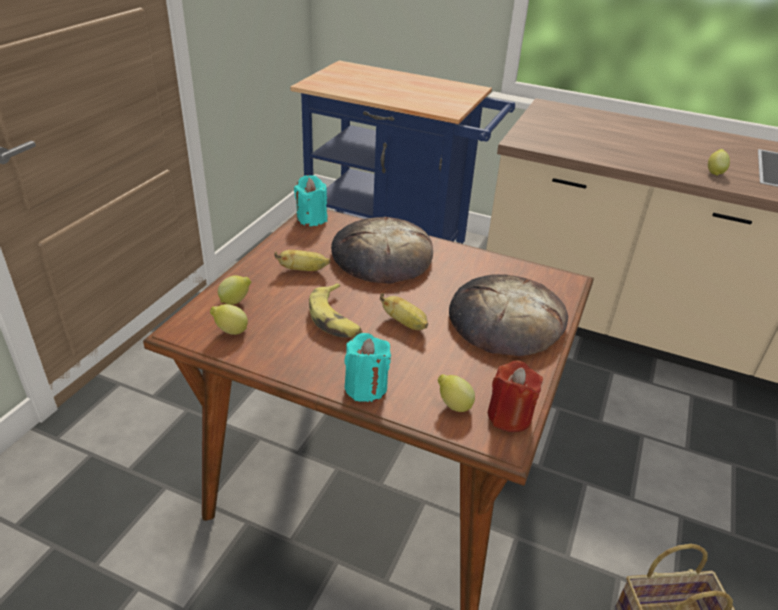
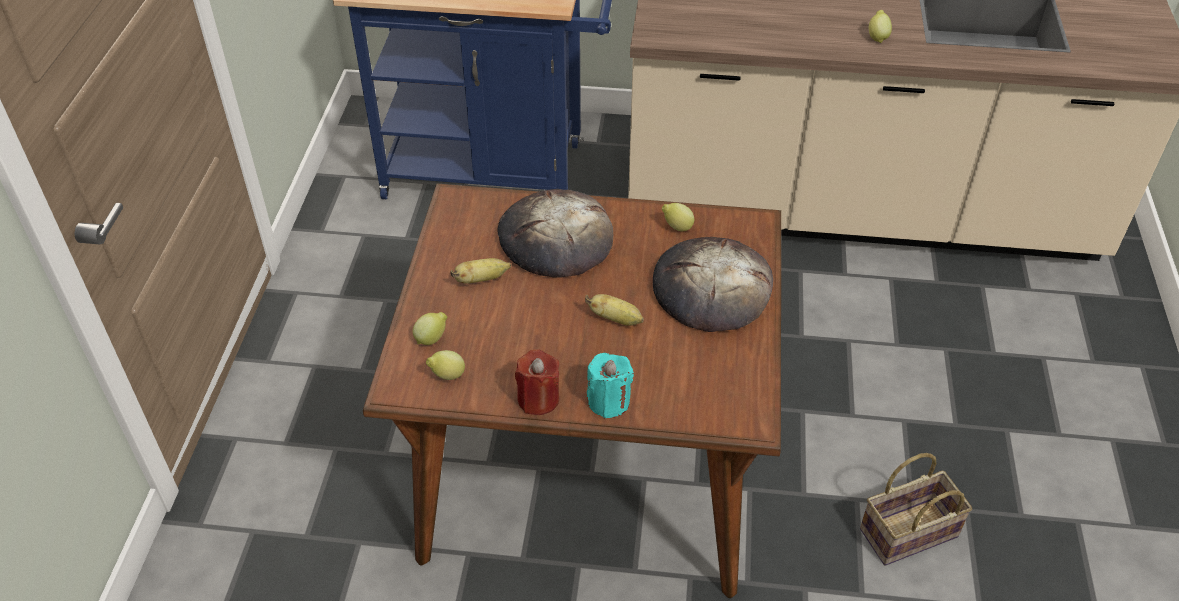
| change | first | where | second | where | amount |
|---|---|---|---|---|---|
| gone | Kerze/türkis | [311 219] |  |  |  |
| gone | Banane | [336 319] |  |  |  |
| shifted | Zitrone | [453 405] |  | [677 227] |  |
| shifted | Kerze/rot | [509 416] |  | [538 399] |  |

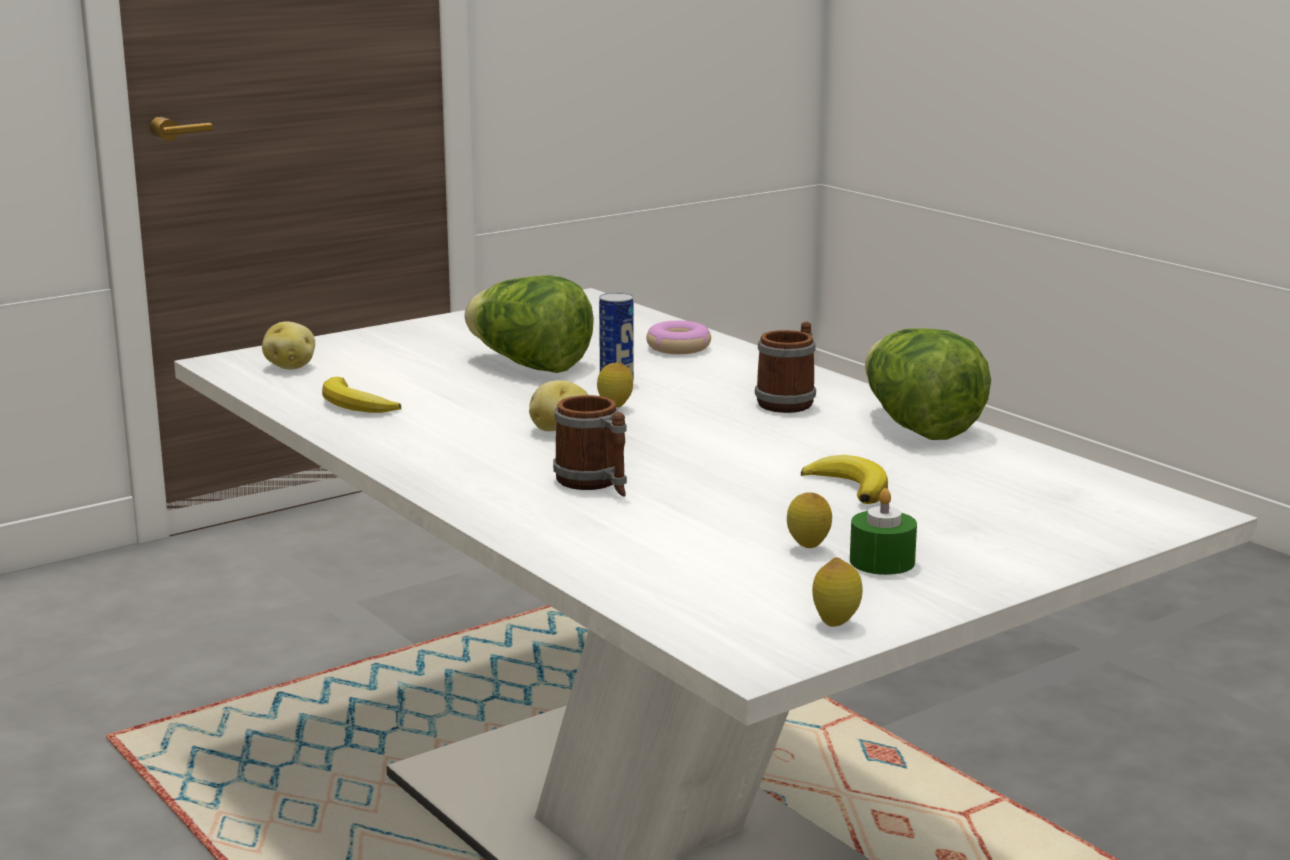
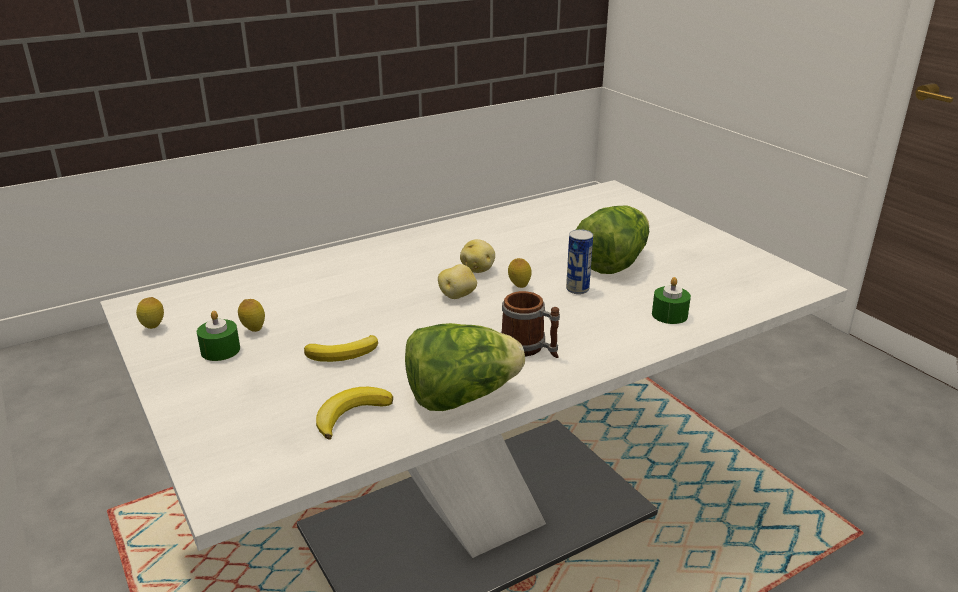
| change | first | where | second | where | amount |
|---|---|---|---|---|---|
| gone | Henkelbecher | [595 484] |  |  |  |
| shifted | Kartoffel | [290 366] |  | [458 296] |  |
| shifted | Banane | [355 405] |  | [351 414] |  |
| swapped | Donut | [678 347] | Kerze/grün | [669 315] |  |

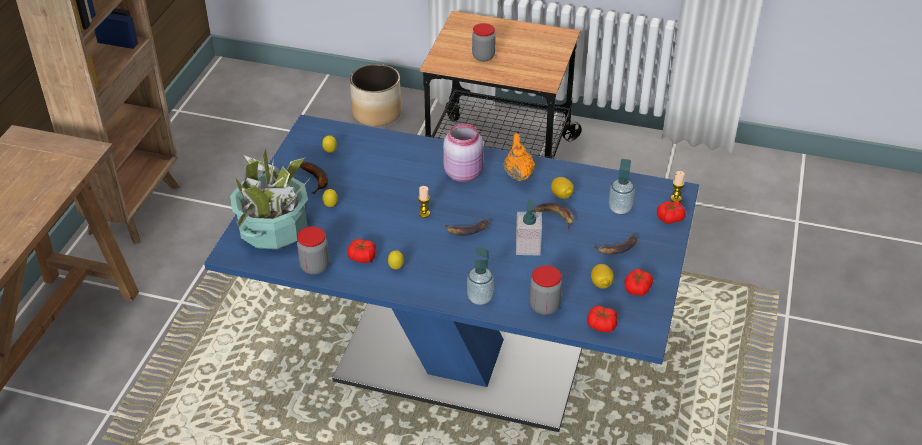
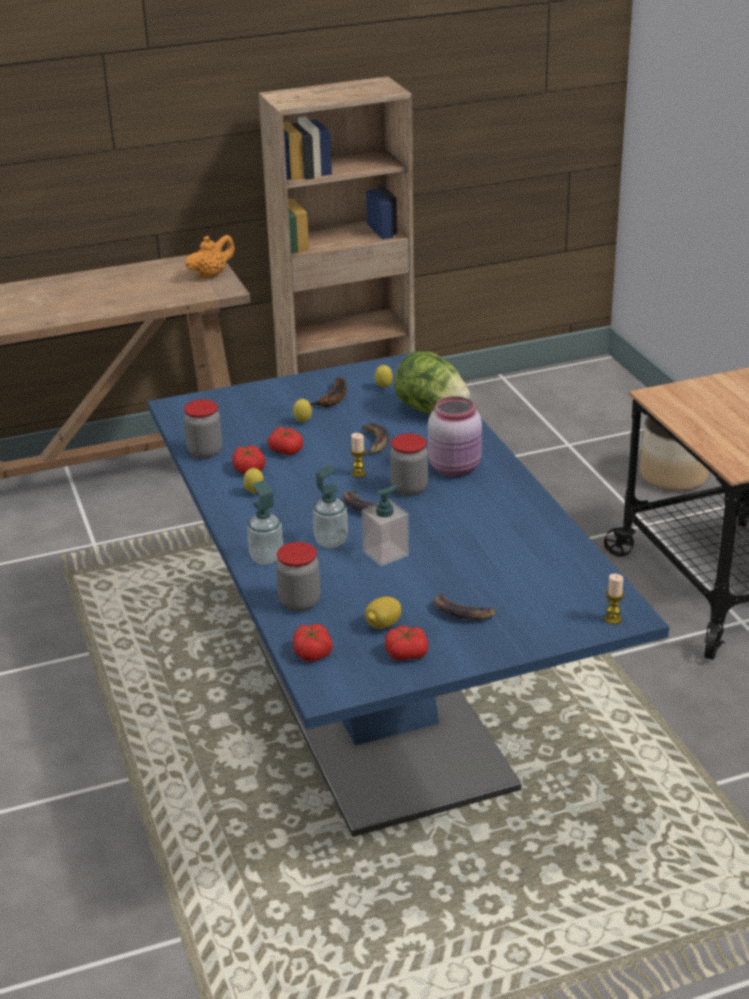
| change | first | where | second | where | amount |
|---|---|---|---|---|---|
| gone | Topfpflanze | [273 230] |  |  |  |
| gone | Zitrone | [561 195] |  |  |  |
| new |  |  | Salatkopf | [430 411] |  |
| shifted | Vorratsglas | [483 56] |  | [409 488] |  |
| shifted | Teekanne/orange | [518 174] |  | [211 275] |  |
| shifted | Banane | [554 217] |  | [373 443] |  |
| shifted | Seifenspender | [620 208] |  | [331 541] |  |
| shifted | Tomate | [670 218] |  | [286 450] |  |

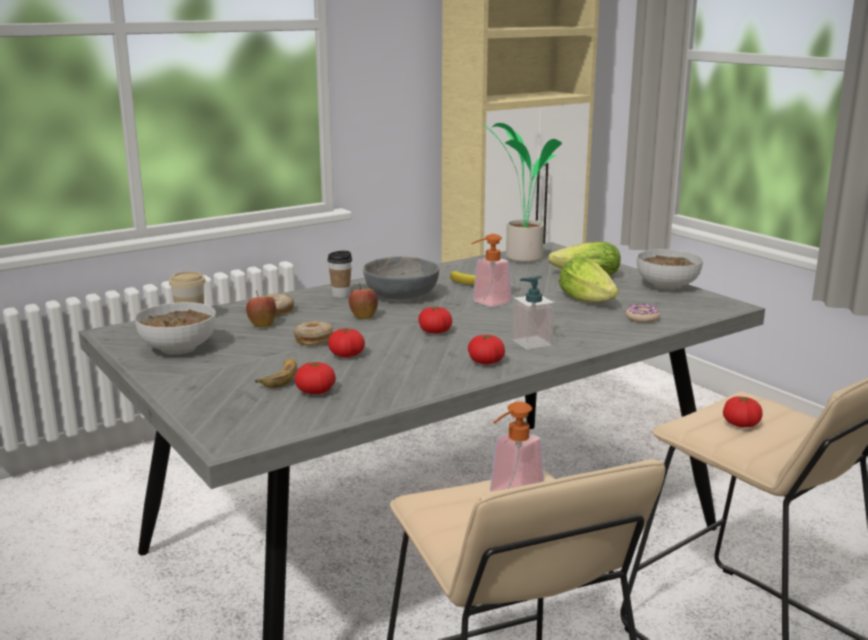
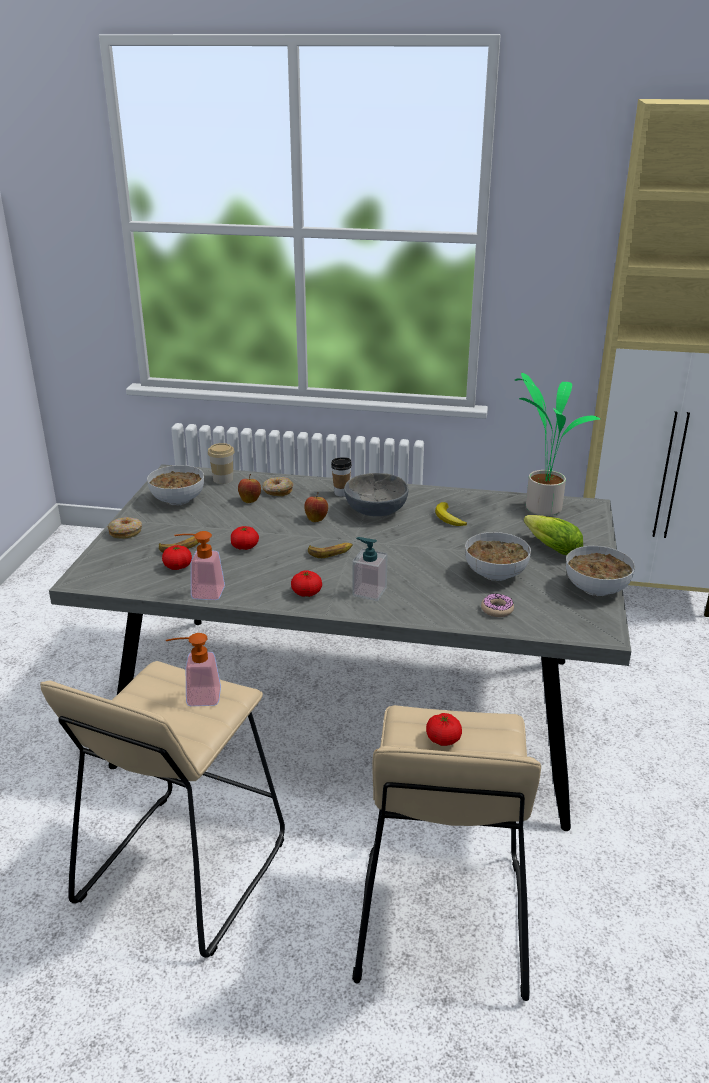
| change | first | where | second | where | amount |
|---|---|---|---|---|---|
| shifted | Donut | [313 340] |  | [126 532] |  |
| shifted | Seifenspender | [487 303] |  | [201 592] |  |
| swapped | Tomate | [435 332] | Banane | [330 552] |  |
| swapped | Salatkopf | [589 300] | Schüssel | [496 573] |  |

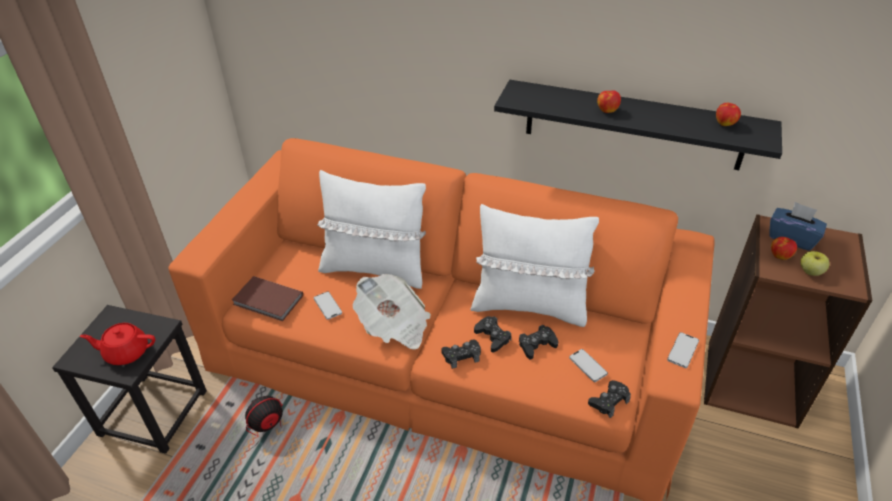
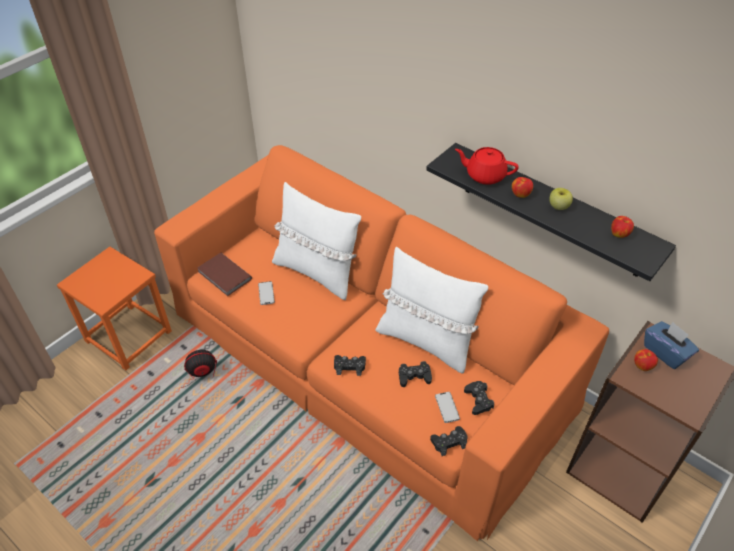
| change | first | where | second | where | amount |
|---|---|---|---|---|---|
| gone | Zeitung | [394 325] |  |  |  |
| gone | Handy | [682 350] |  |  |  |
| shifted | Teekanne/rot | [126 352] |  | [484 175] |  |
| shifted | Gamepad/schwarz | [492 337] |  | [478 400] |  |
| shifted | Apfel | [810 272] |  | [558 206] |  |
| repainted | Hocker/schwarz | [152 413] | Hocker/orange | [128 336] |  |

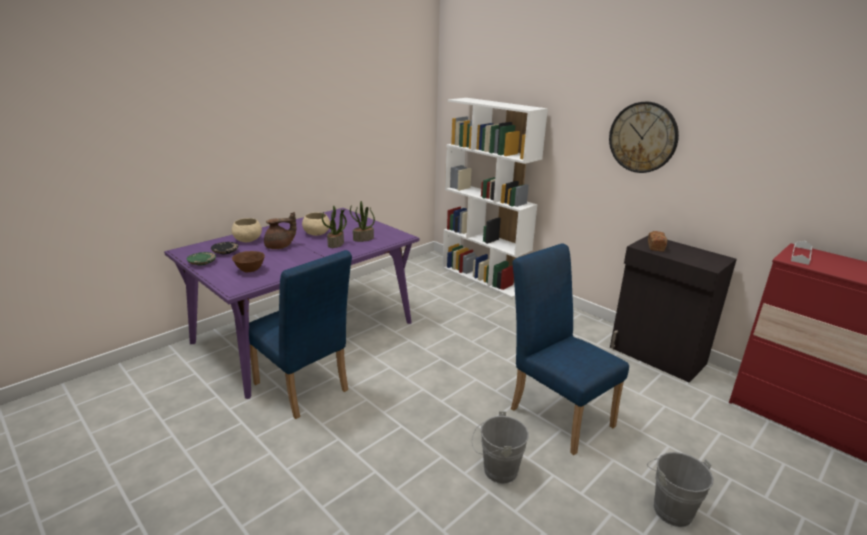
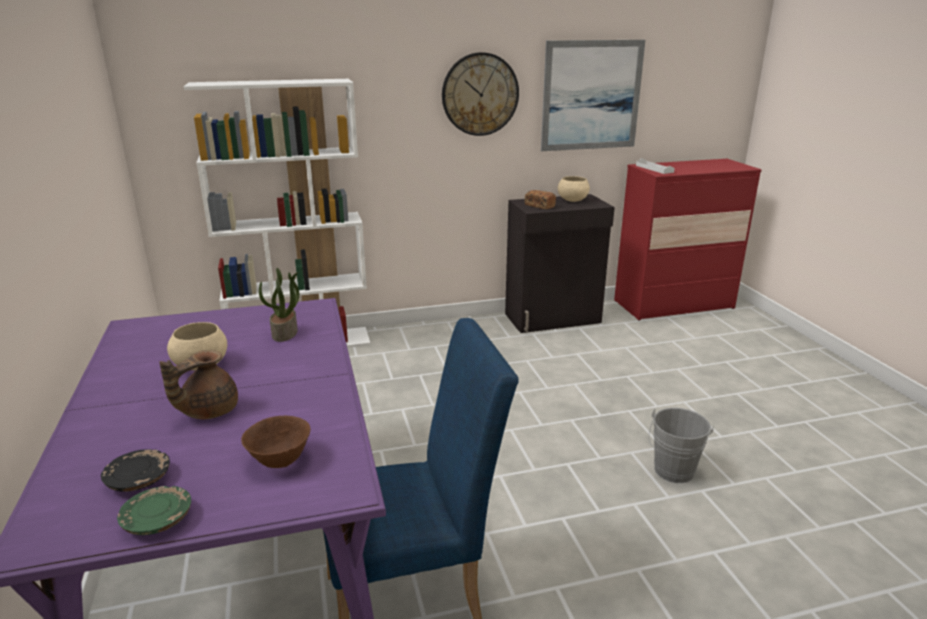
| change | first | where | second | where | amount |
|---|---|---|---|---|---|
| gone | Topfpflanze | [336 244] |  |  |  |
| gone | Stuhl/blau | [556 412] |  |  |  |
| gone | Eimer/grau | [669 508] |  |  |  |
| new |  |  | Bild | [591 95] |  |
| shifted | Schüssel/beige | [247 240] |  | [572 200] |  |
| rotated | Teekanne/braun | [280 247] |  | [207 411] | 150 degrees counterclockwise |

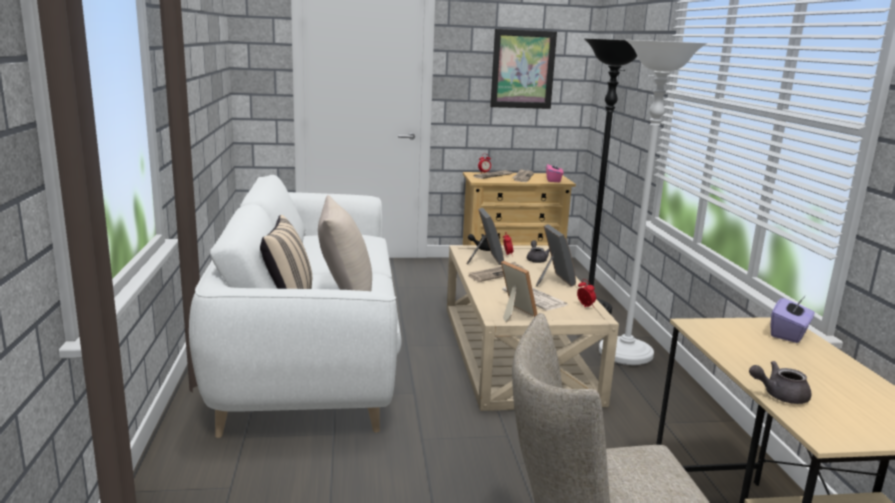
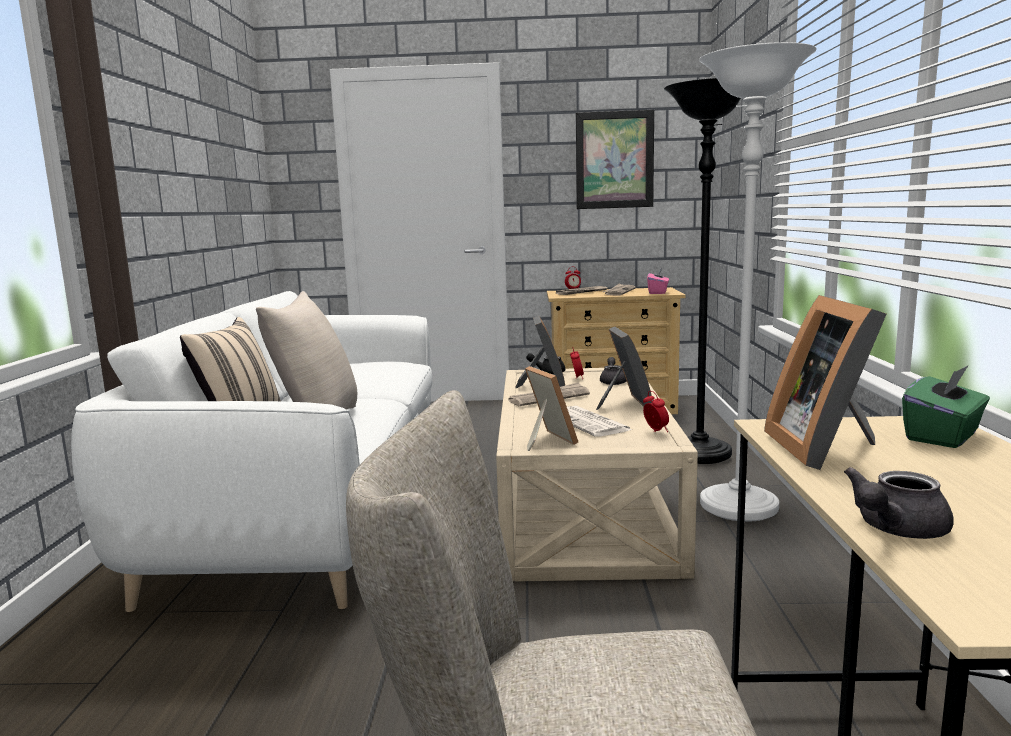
| change | first | where | second | where | amount |
|---|---|---|---|---|---|
| new |  |  | Bilderrahmen | [827 448] |  |
| repainted | Taschentuchbox/lila | [789 334] | Taschentuchbox/grün | [943 436] |  |
| rotated | Teekanne/grau | [779 395] |  | [894 529] | 45 degrees counterclockwise |

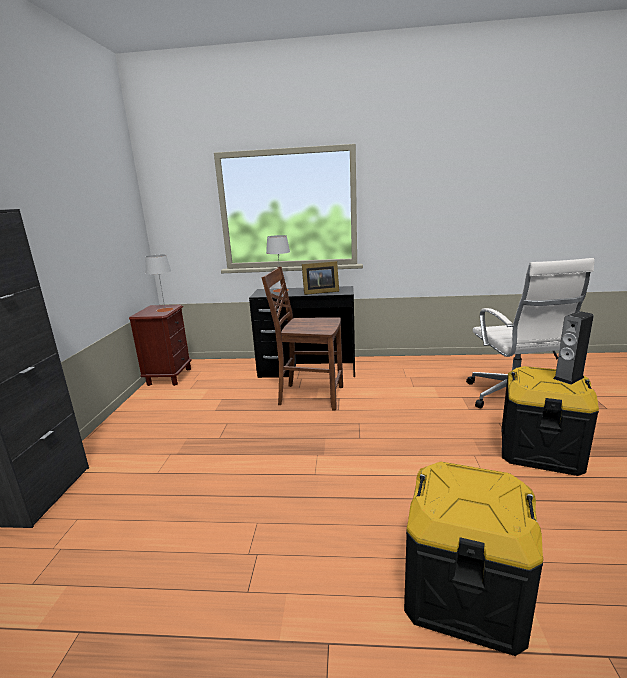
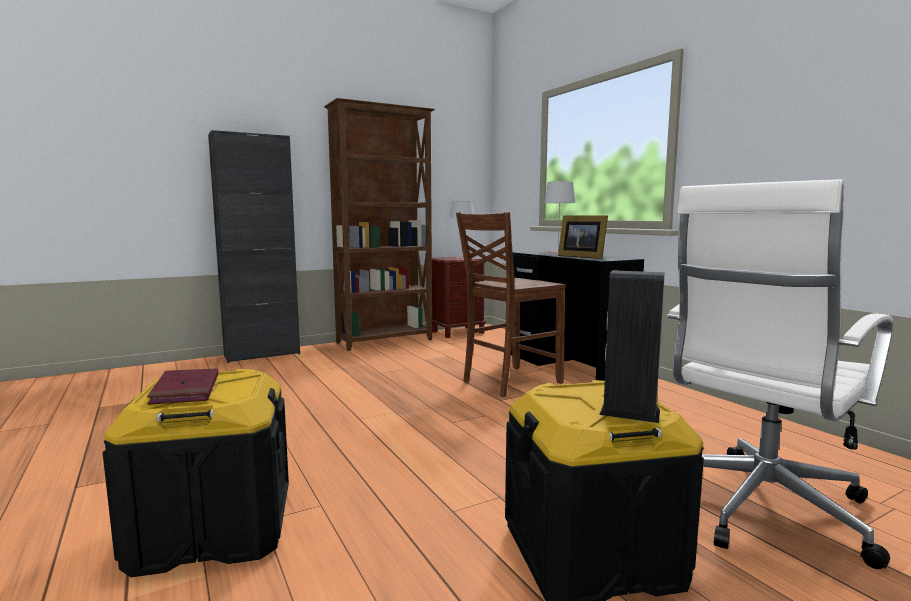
| change | first | where | second | where | amount |
|---|---|---|---|---|---|
| new |  |  | Buch/rot | [186 390] |  |
| new |  |  | Bücherregal/braun | [386 341] |  |
| rotated | Stuhl/braun | [309 396] |  | [509 382] | 105 degrees counterclockwise |

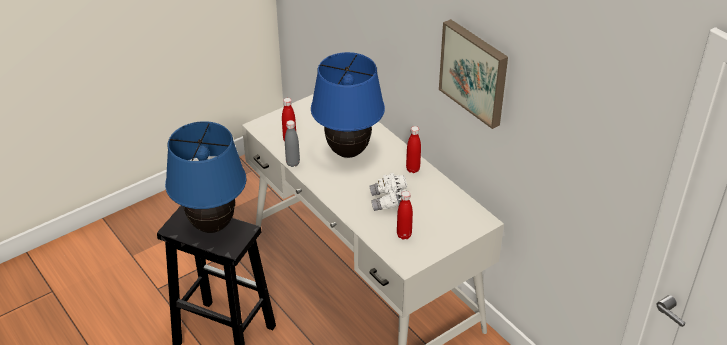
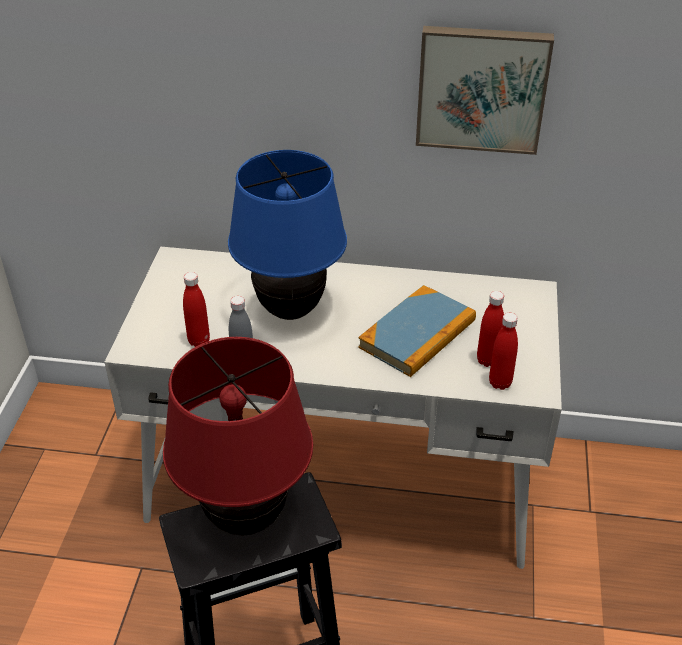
| change | first | where | second | where | amount |
|---|---|---|---|---|---|
| shifted | Flasche/rot | [413 169] |  | [500 383] |  |
| swapped | Fernglas/weiß | [389 201] | Buch | [417 334] |  |
| repainted | Tischlampe/blau | [212 226] | Tischlampe/rot | [246 518] |  |

